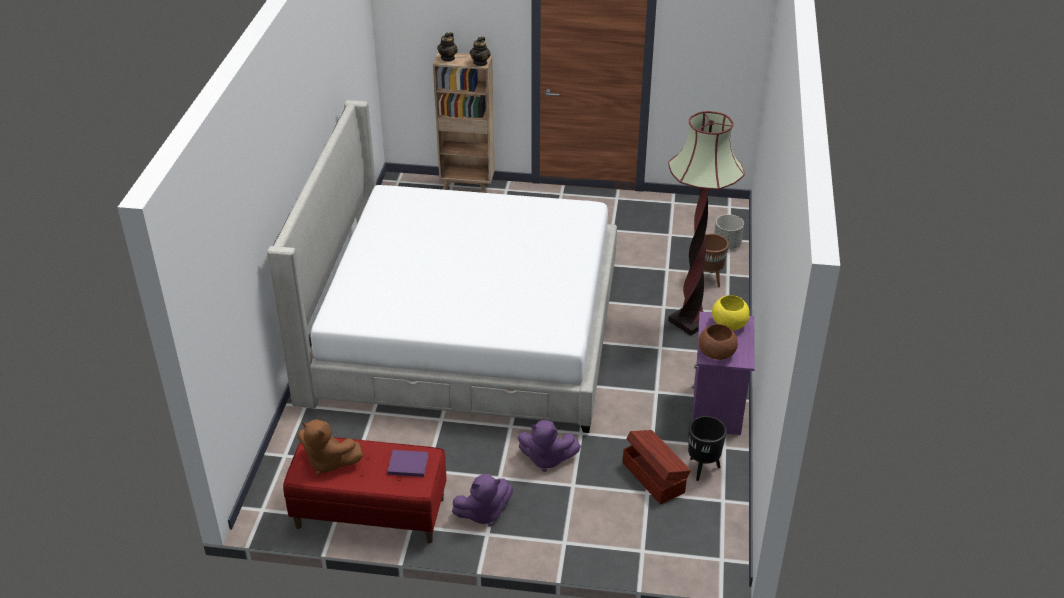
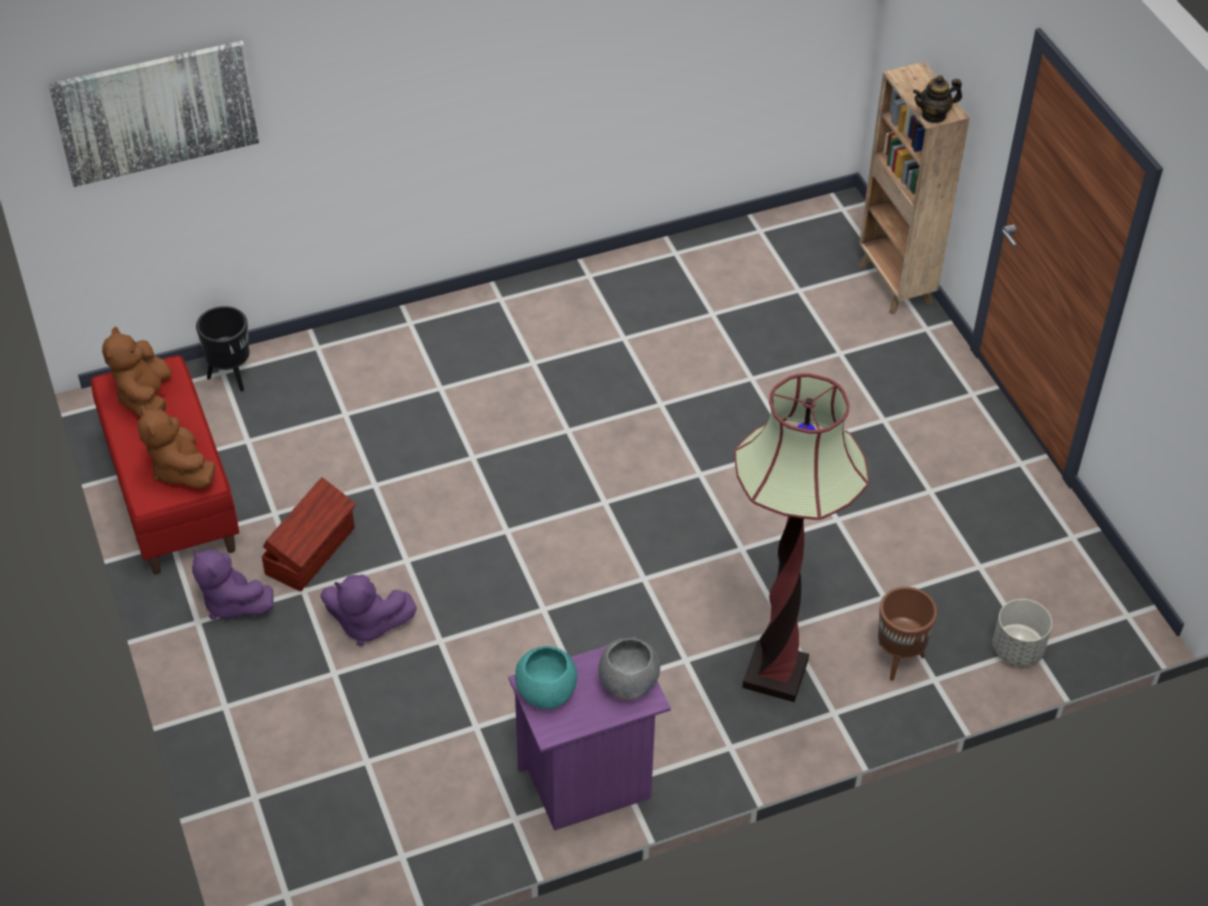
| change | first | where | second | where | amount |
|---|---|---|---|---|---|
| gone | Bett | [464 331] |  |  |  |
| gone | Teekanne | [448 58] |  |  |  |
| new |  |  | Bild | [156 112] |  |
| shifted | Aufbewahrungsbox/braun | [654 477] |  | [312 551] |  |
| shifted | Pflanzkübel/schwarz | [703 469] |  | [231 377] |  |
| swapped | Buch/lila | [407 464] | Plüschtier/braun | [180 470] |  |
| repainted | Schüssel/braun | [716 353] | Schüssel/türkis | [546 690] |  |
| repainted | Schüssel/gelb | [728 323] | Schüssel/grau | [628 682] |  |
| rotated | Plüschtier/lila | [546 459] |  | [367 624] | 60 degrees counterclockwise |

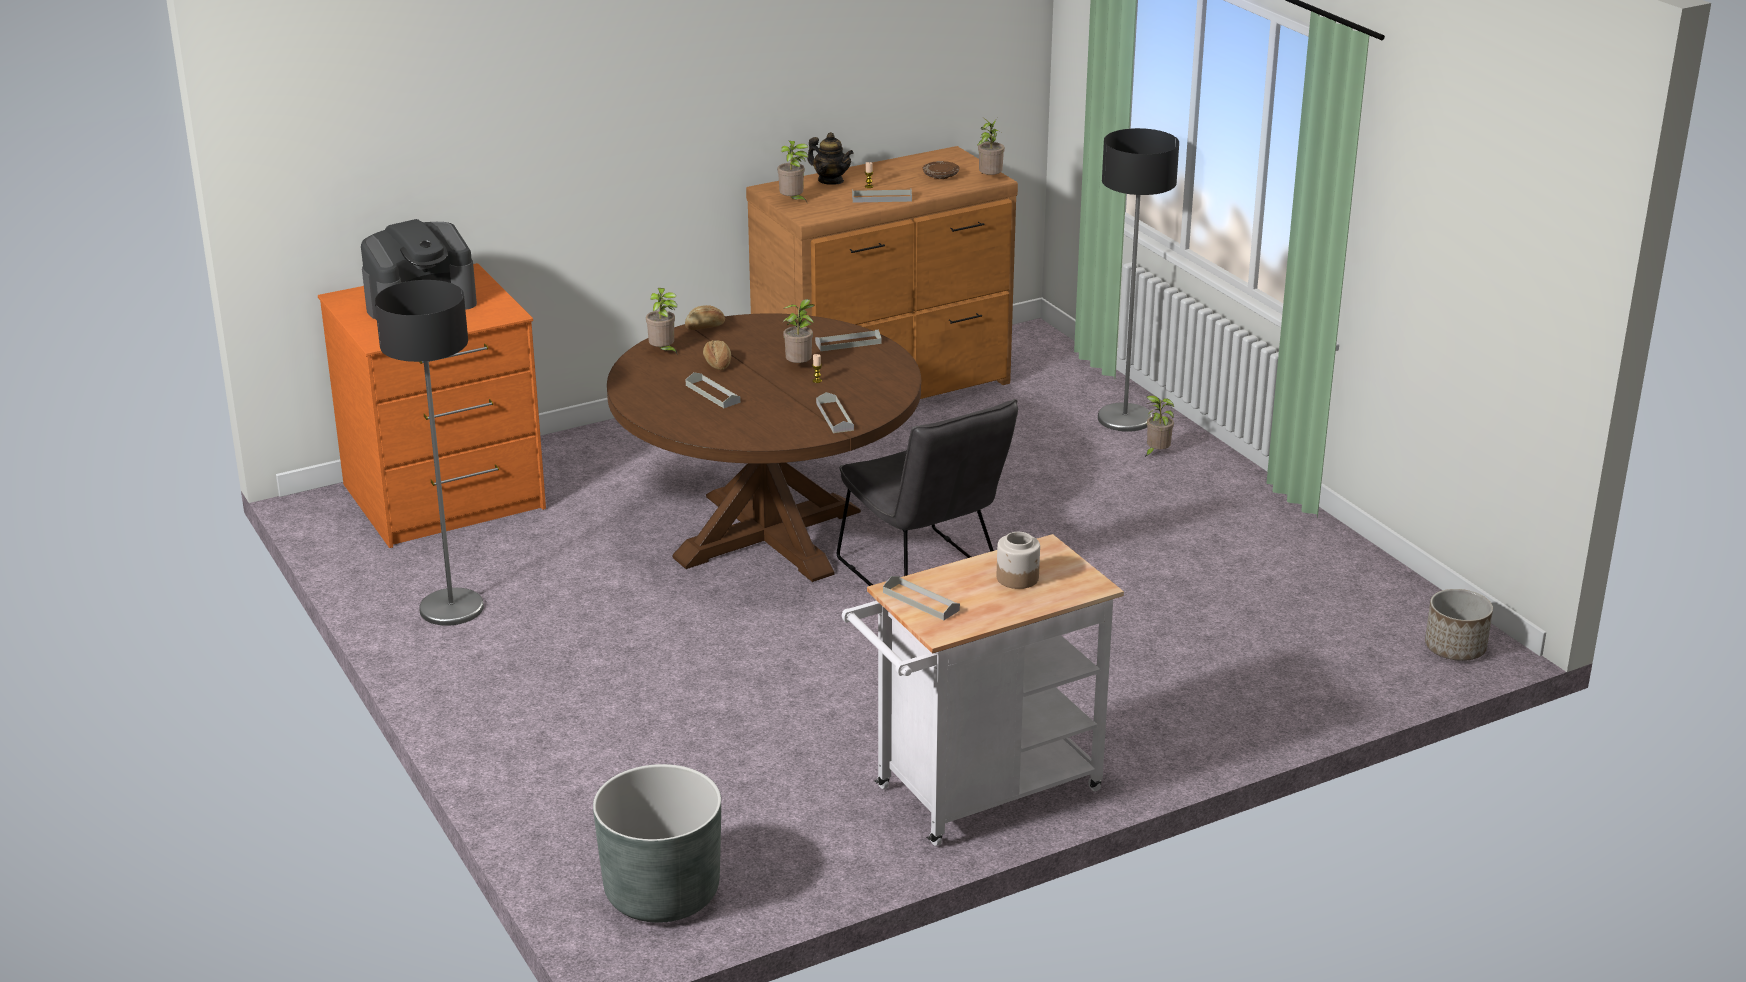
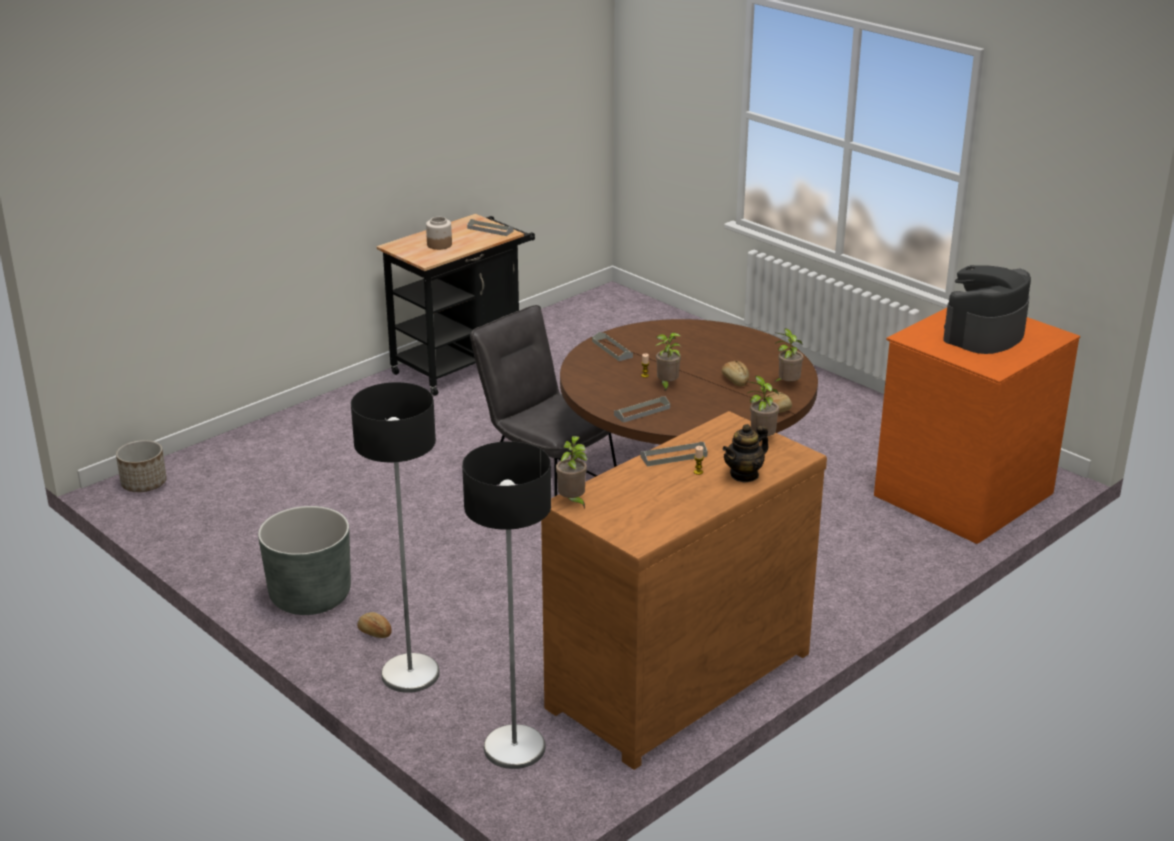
| change | first | where | second | where | amount |
|---|---|---|---|---|---|
| gone | Tablett/grau | [713 394] |  |  |  |
| gone | Teller/braun | [941 176] |  |  |  |
| shifted | Stehlampe | [451 608] |  | [515 748] |  |
| shifted | Pflanzkübel/grau | [662 893] |  | [310 596] |  |
| swapped | Topfpflanze | [1156 453] | Brot | [374 632] |  |
| repainted | Rollwagen/weiß | [976 794] | Rollwagen/schwarz | [463 364] |  |
| rotated | Teekanne | [830 181] |  | [744 475] | 60 degrees counterclockwise |

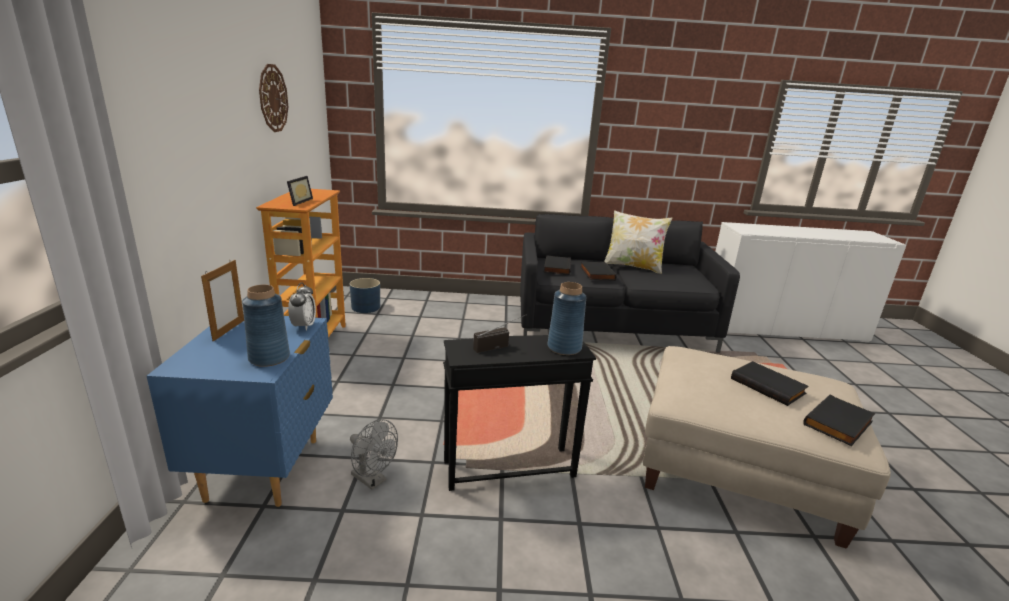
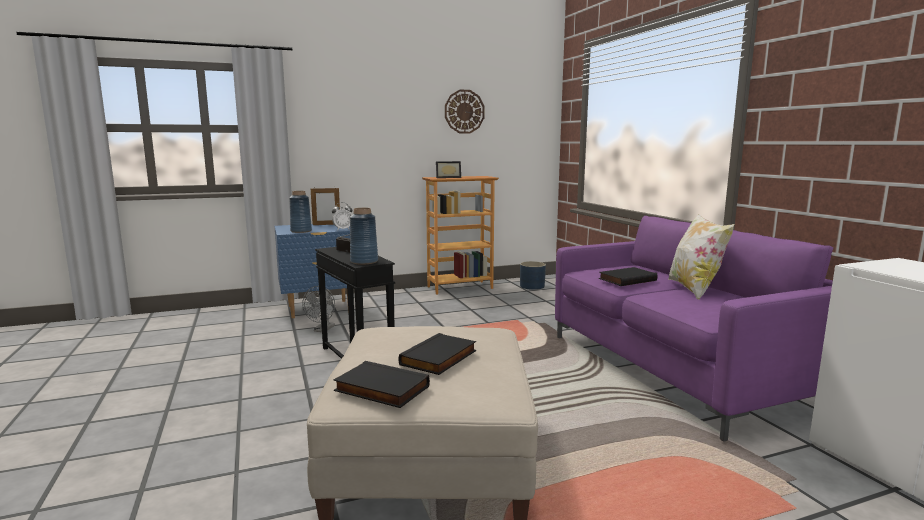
| change | first | where | second | where | amount |
|---|---|---|---|---|---|
| gone | Buch/schwarz | [556 267] |  |  |  |
| repainted | Sofa/schwarz | [611 327] | Sofa/lila | [674 370] |  |

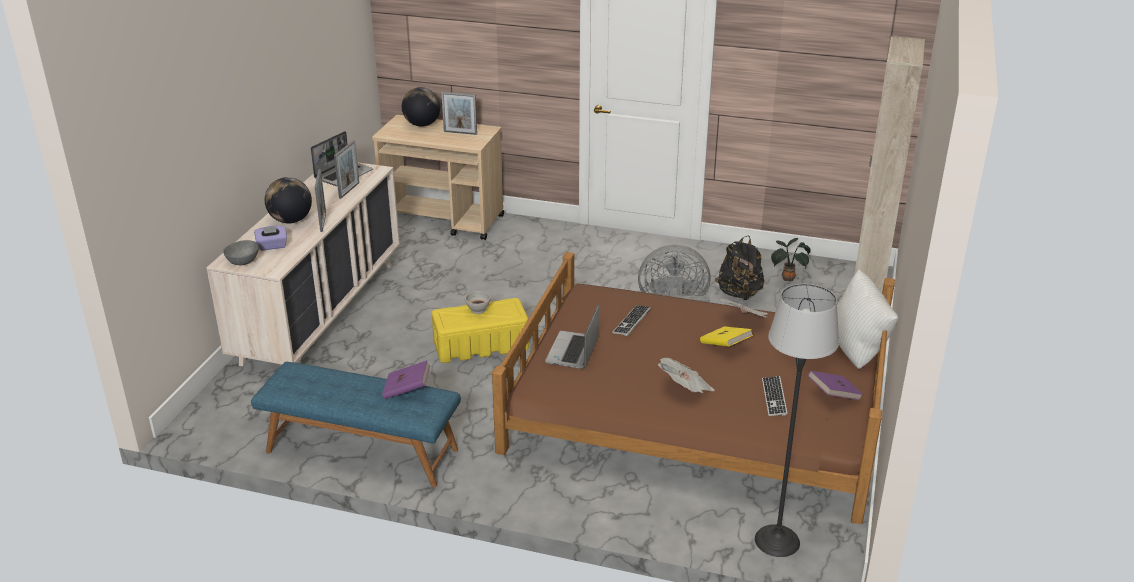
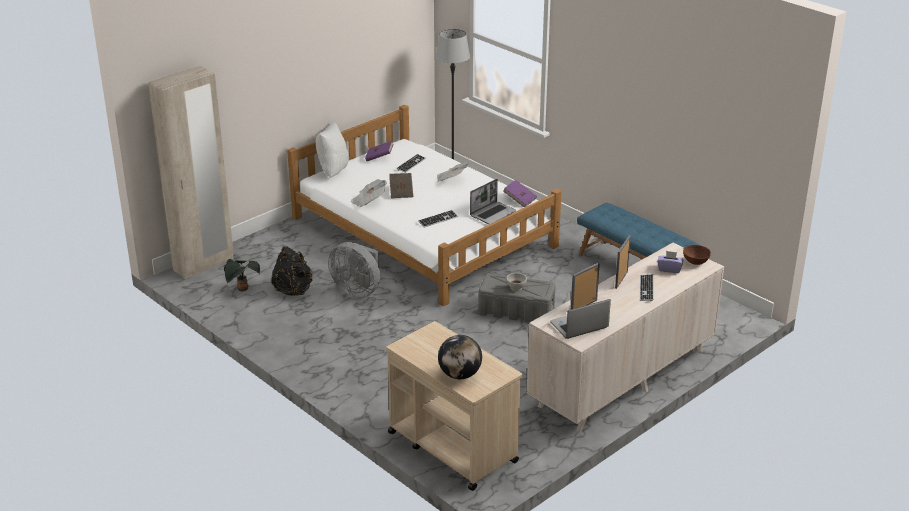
| change | first | where | second | where | amount |
|---|---|---|---|---|---|
| gone | Bilderrahmen | [460 133] |  |  |  |
| shifted | Buch/lila | [407 390] |  | [520 200] |  |
| swapped | Globus | [291 220] | Tastatur | [646 289] |  |
| repainted | Schüssel/grau | [244 262] | Schüssel/braun | [695 262] |  |
| repainted | Aufbewahrungsbox/gelb | [480 345] | Aufbewahrungsbox/grau | [517 311] |  |
| repainted | Bett/braun | [694 413] | Bett/weiß | [424 232] |  |
| repainted | Buch/gelb | [725 346] | Buch/braun | [401 192] |  |

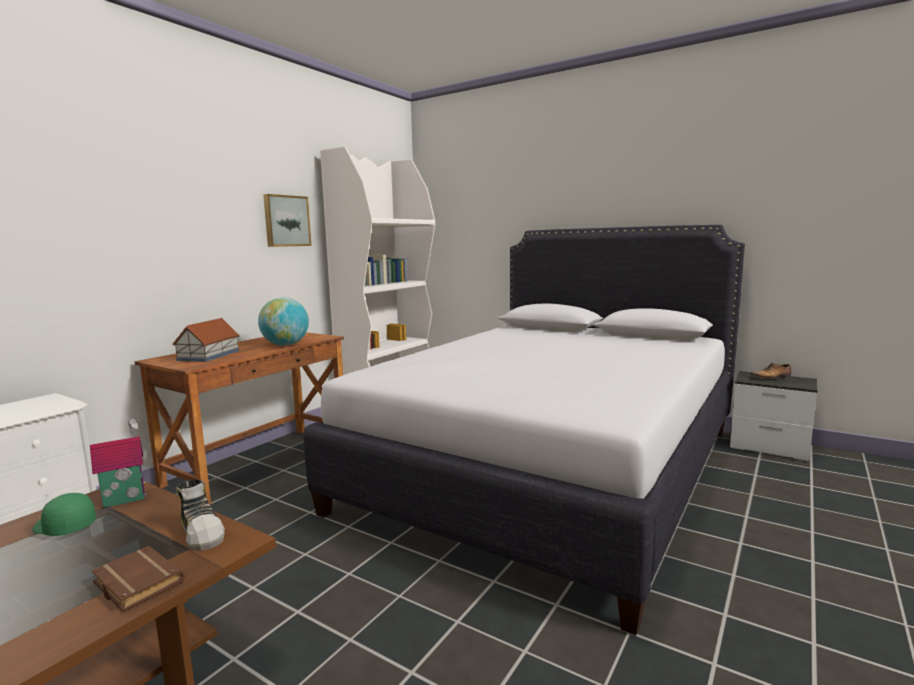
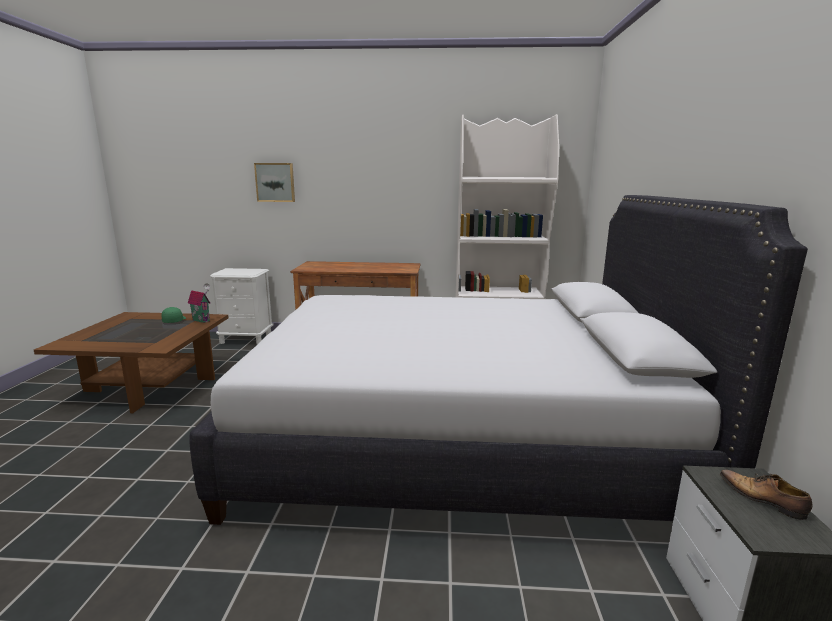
| change | first | where | second | where | amount |
|---|---|---|---|---|---|
| gone | Buch/braun | [135 583] |  |  |  |
| gone | Spielzeughaus | [208 355] |  |  |  |
| gone | Schuh | [203 532] |  |  |  |
| gone | Globus | [285 345] |  |  |  |
| shifted | Bild | [286 221] |  | [275 182] |  |

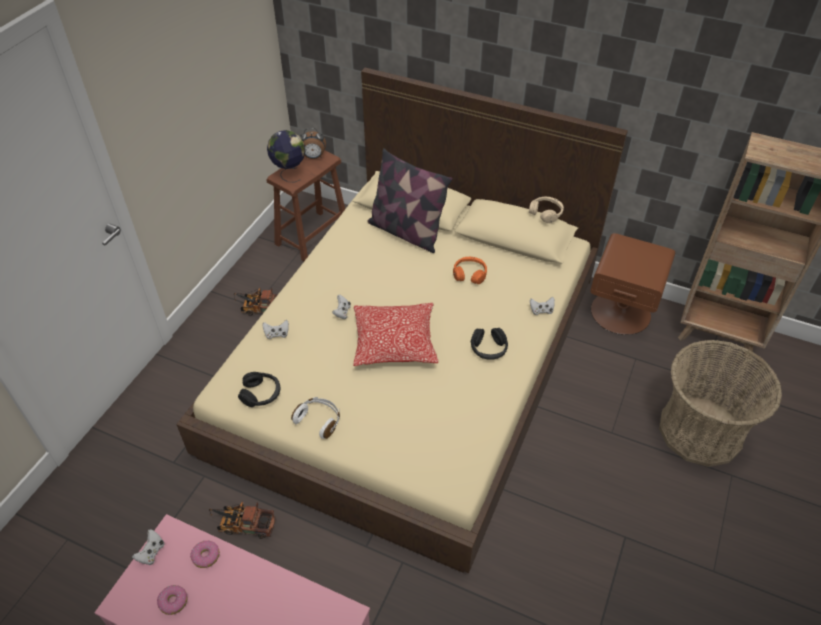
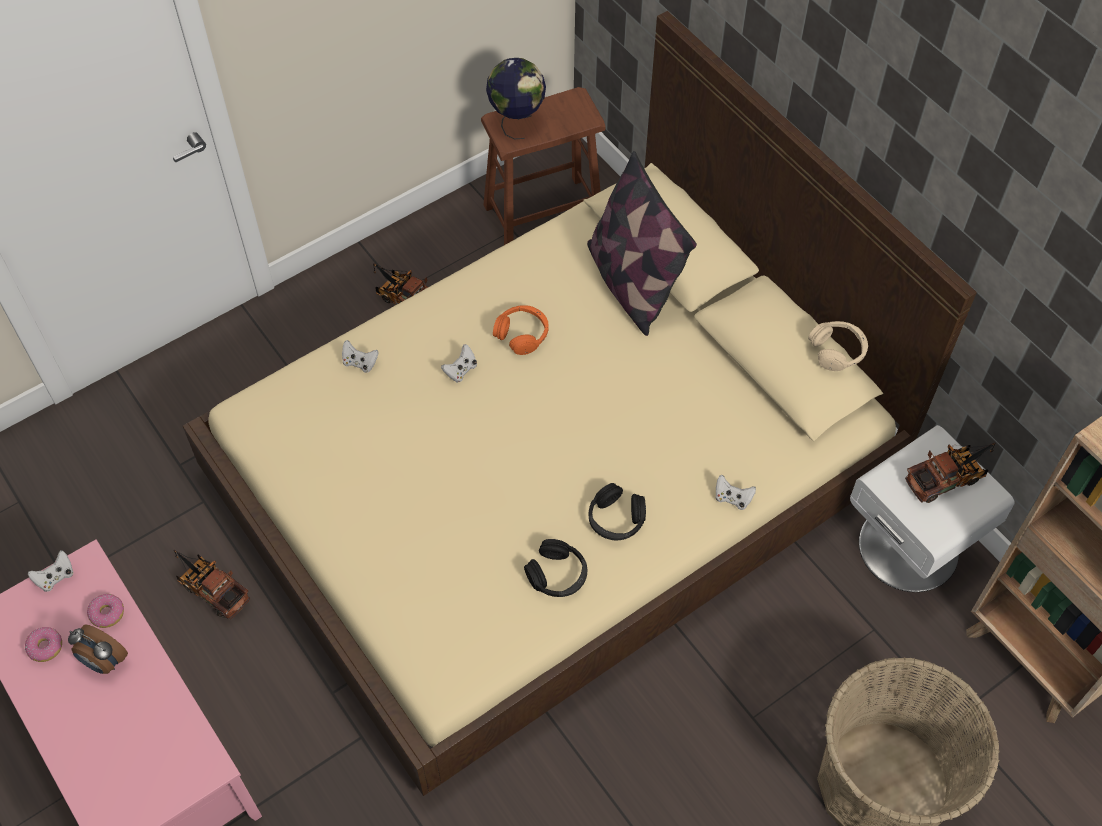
| change | first | where | second | where | amount |
|---|---|---|---|---|---|
| gone | Kopfhörer/weiß | [319 420] |  |  |  |
| gone | Kissen | [394 343] |  |  |  |
| new |  |  | Spielzeuglaster | [949 477] |  |
| shifted | Kopfhörer/schwarz | [261 394] |  | [557 575] |  |
| shifted | Wecker | [314 157] |  | [104 661] |  |
| shifted | Kopfhörer/orange | [469 274] |  | [522 334] |  |
| repainted | Nachttisch/braun | [621 311] | Nachttisch/weiß | [909 546] |  |

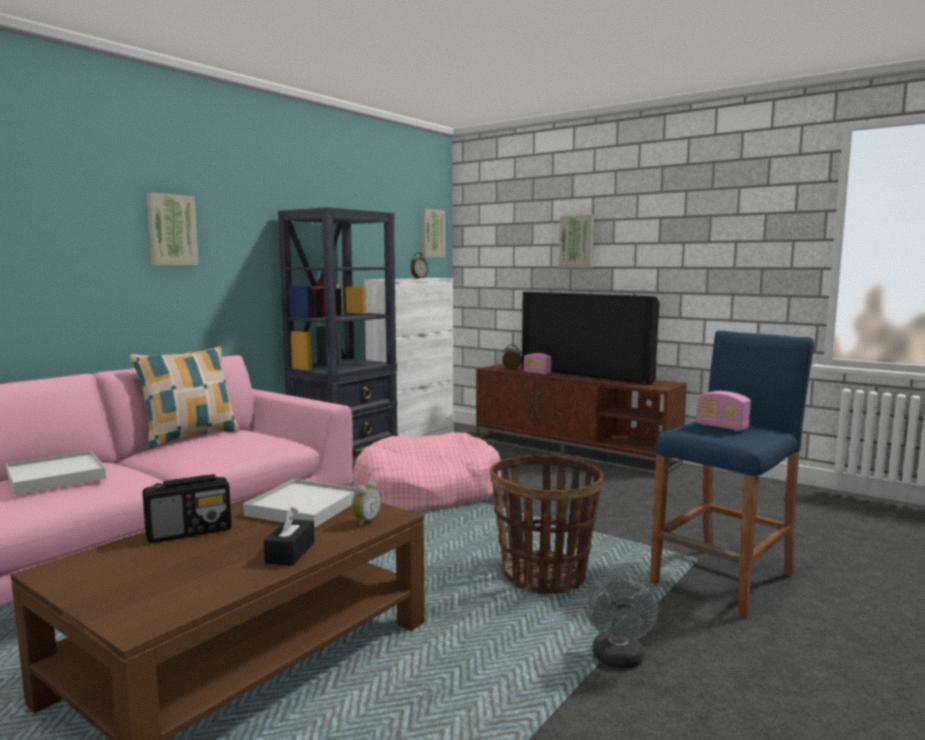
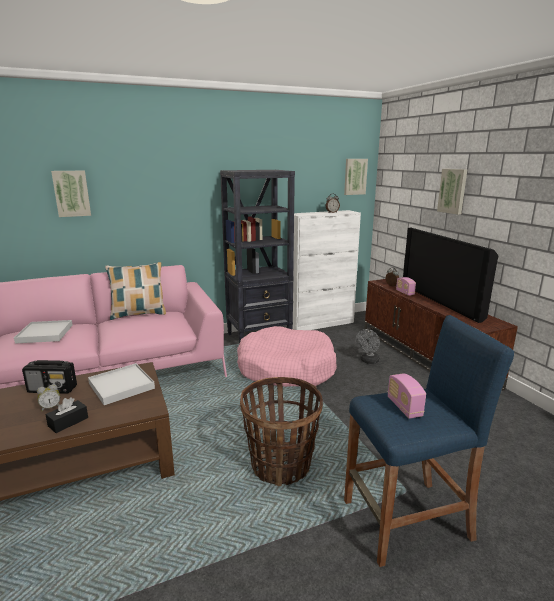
| change | first | where | second | where | amount |
|---|---|---|---|---|---|
| shifted | Bild | [171 230] |  | [71 193] |  |
| shifted | Wecker | [365 521] |  | [51 407] |  |
| shifted | Ventilator/grau | [619 661] |  | [368 361] |  |

